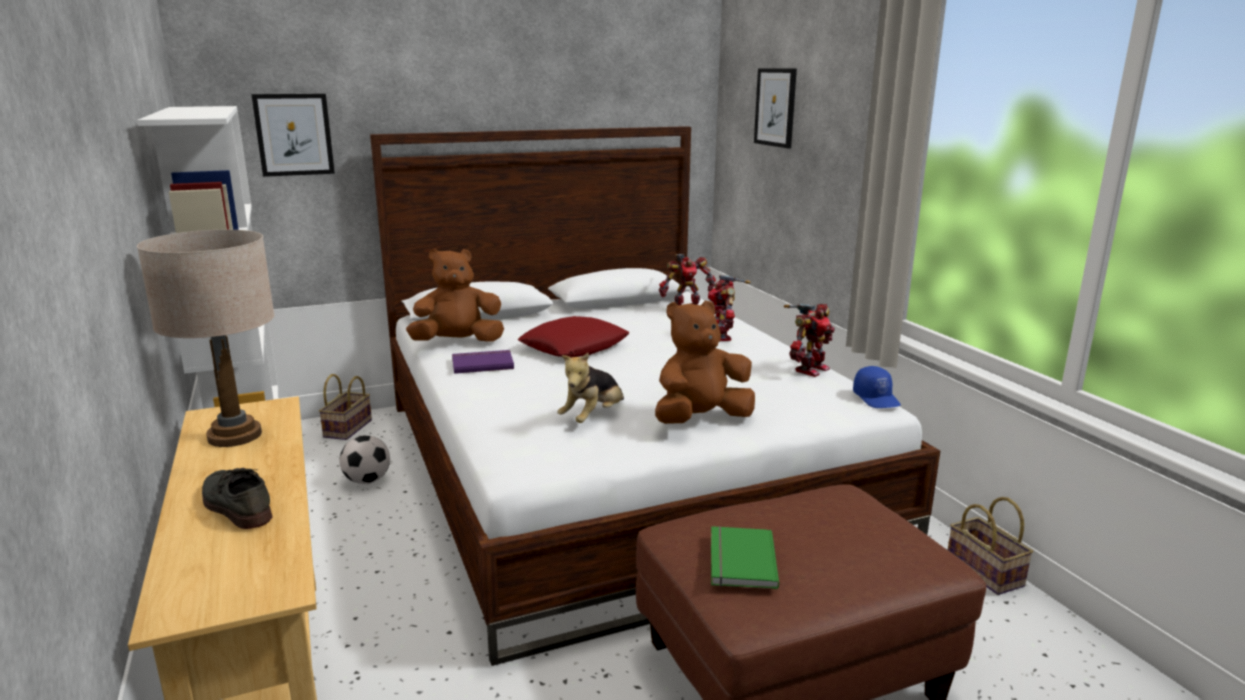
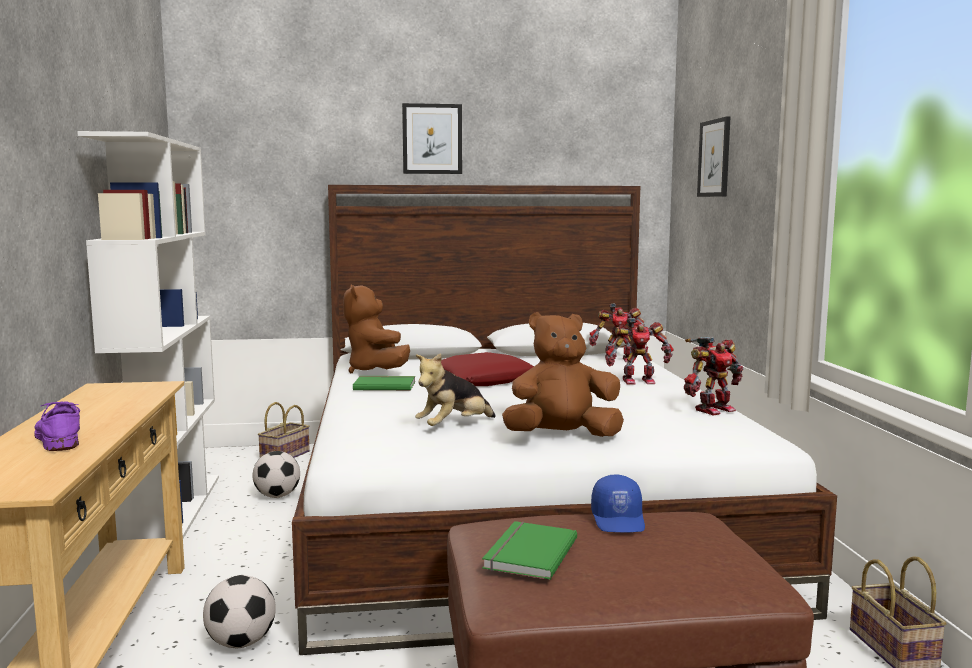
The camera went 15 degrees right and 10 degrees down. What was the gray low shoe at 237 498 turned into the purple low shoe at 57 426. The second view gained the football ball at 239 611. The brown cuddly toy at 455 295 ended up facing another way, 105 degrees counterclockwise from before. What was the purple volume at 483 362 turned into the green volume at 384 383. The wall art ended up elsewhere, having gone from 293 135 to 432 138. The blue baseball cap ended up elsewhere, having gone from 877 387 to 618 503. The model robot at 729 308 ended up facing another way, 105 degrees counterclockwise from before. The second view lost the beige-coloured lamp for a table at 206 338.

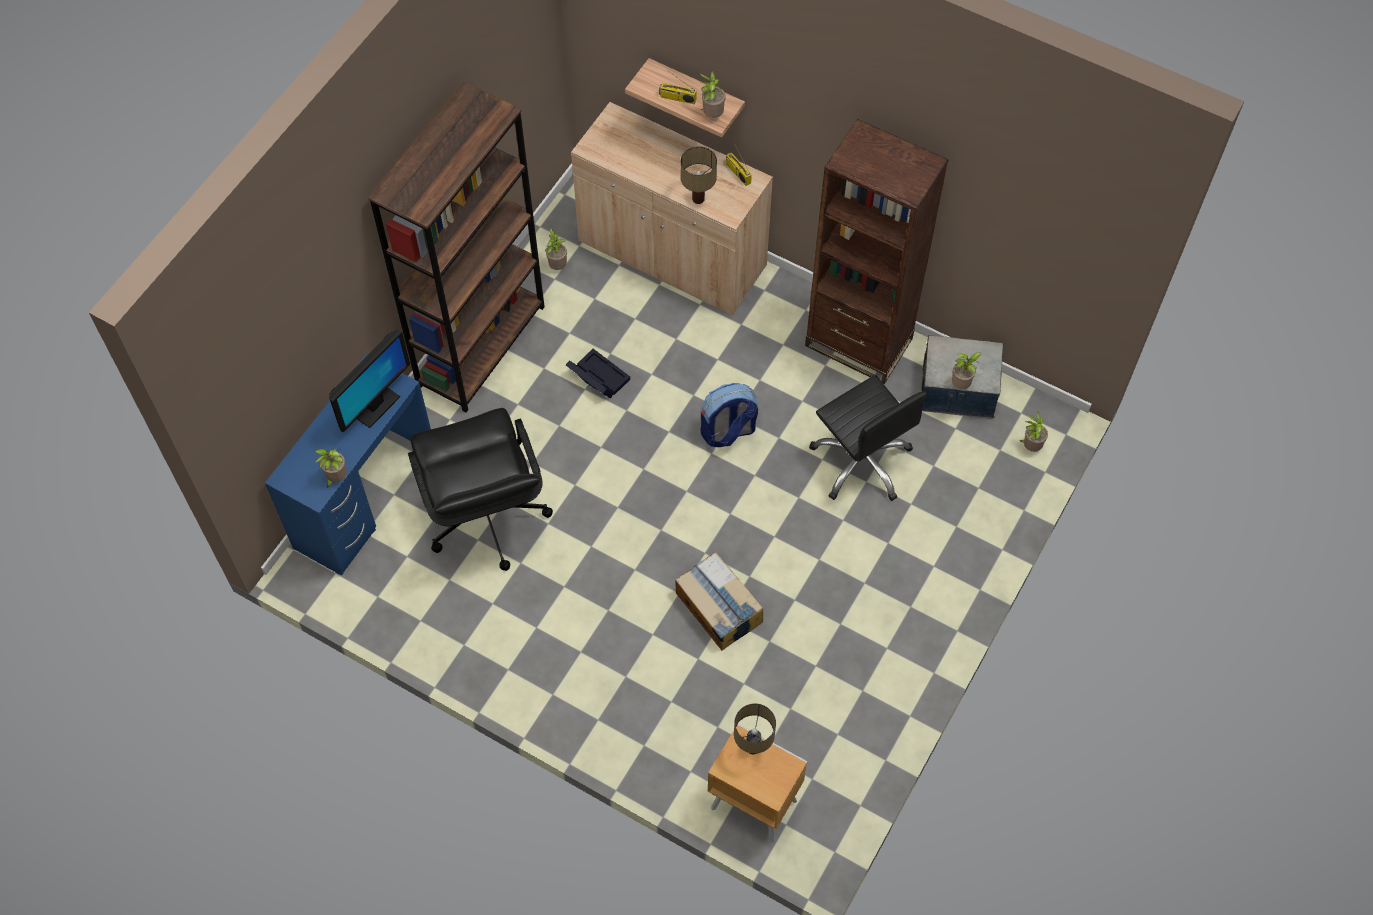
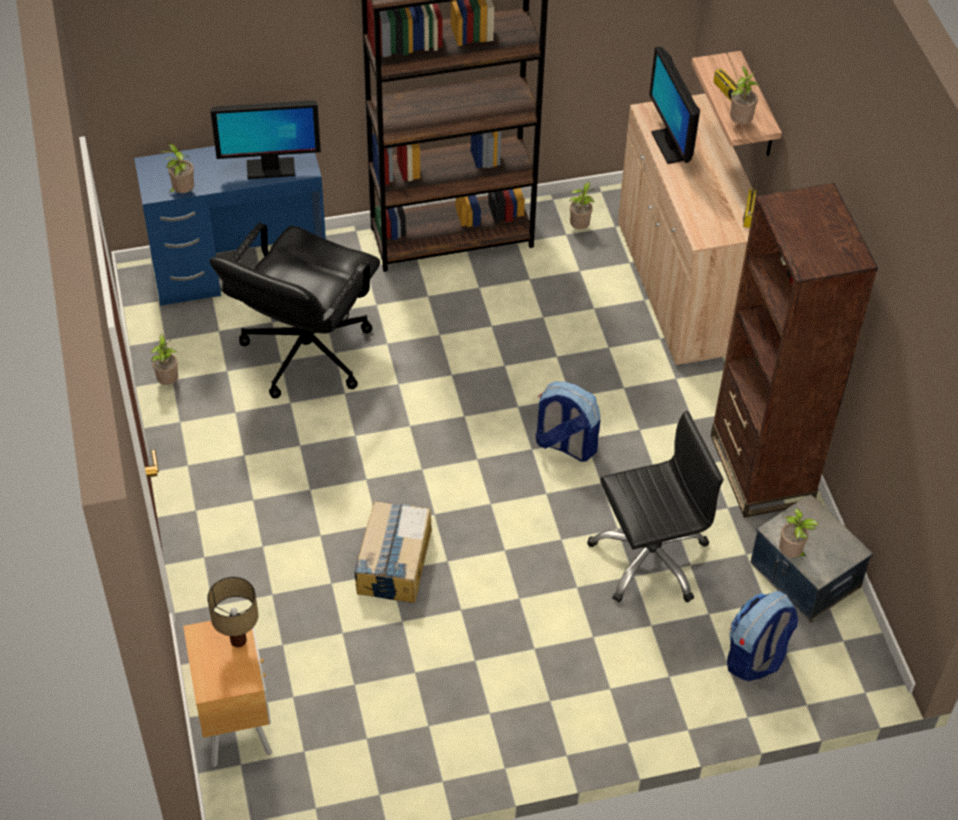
The camera went 45 degrees right and 10 degrees down. The potted plant ended up elsewhere, having gone from 1034 432 to 164 359. The black computer chair at 868 438 ended up facing another way, 120 degrees counterclockwise from before. The second view gained the monitor at 674 105. The second view gained the knapsack at 762 636. The second view lost the black storage box at 598 373. The second view lost the lamp for a table at 699 175.

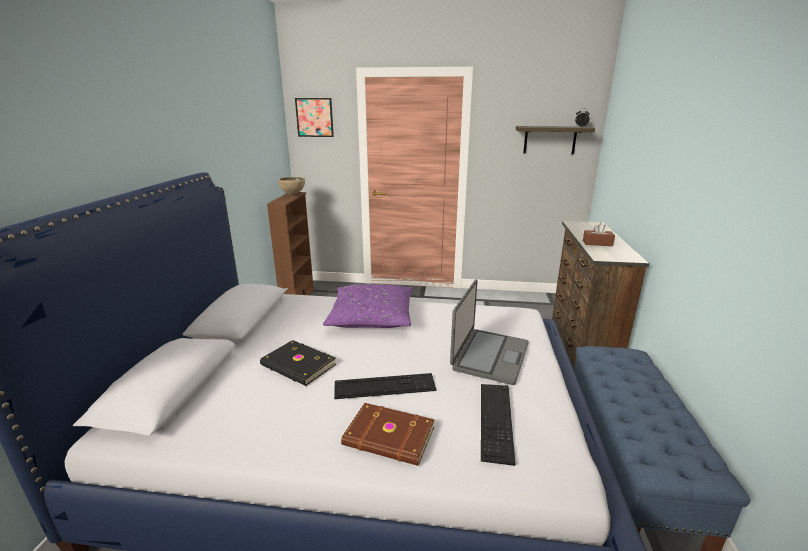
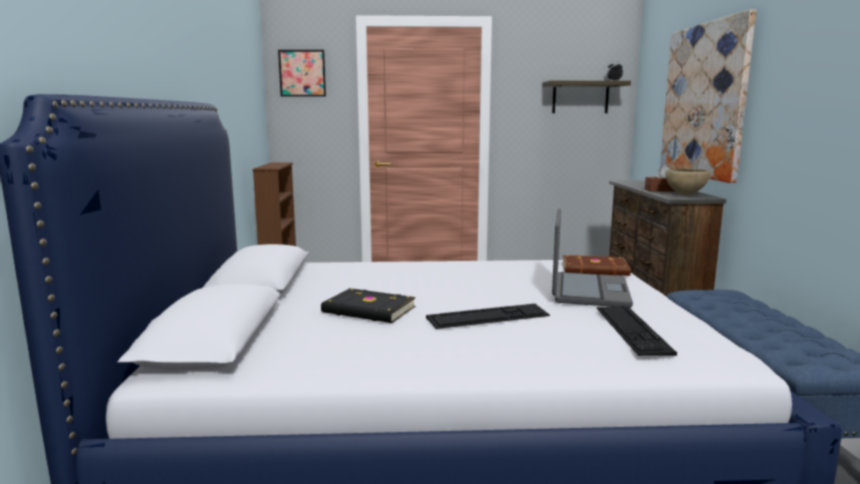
The camera went 10 degrees left and 10 degrees down. The brown volume ended up elsewhere, having gone from 388 434 to 596 265. The second view gained the wall art at 708 96. The brown deep dish ended up elsewhere, having gone from 291 186 to 687 182. The second view lost the purple throw pillow at 368 306.

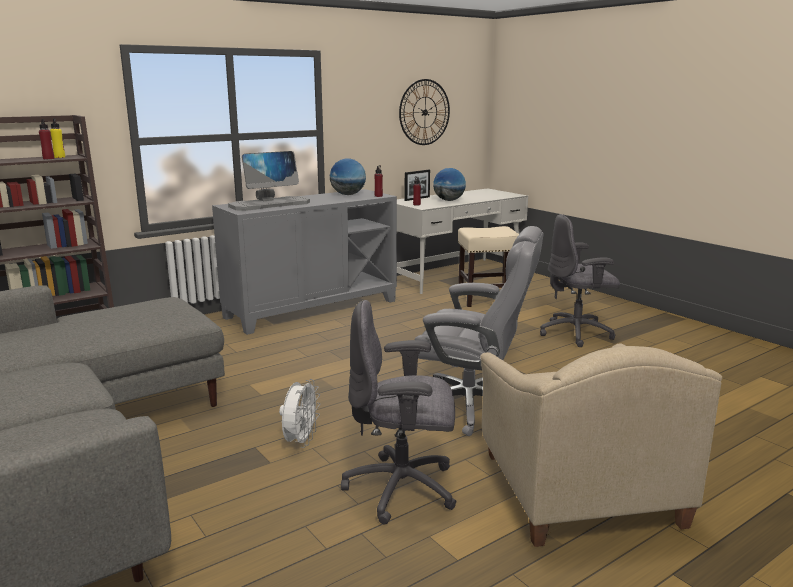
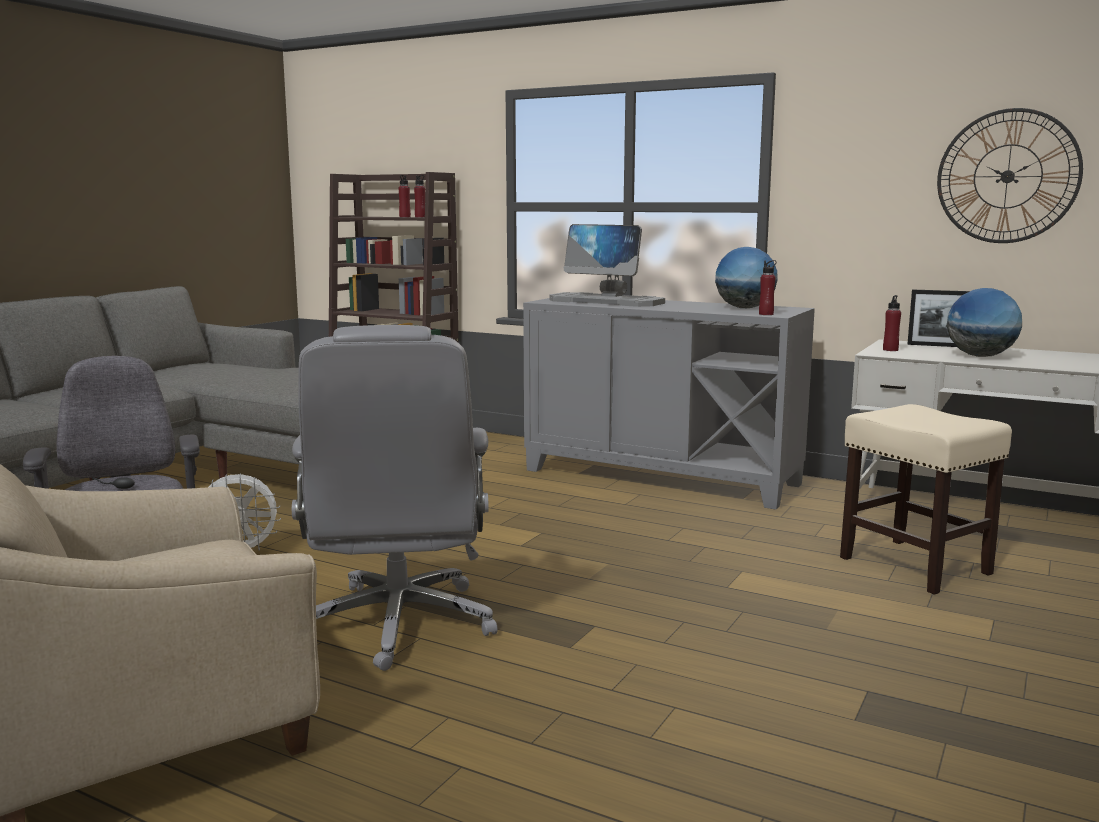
The camera went 65 degrees right and 5 degrees down. What was the yellowish bottle at 57 138 turned into the red bottle at 419 196. The second view lost the gray computer chair at 580 280.

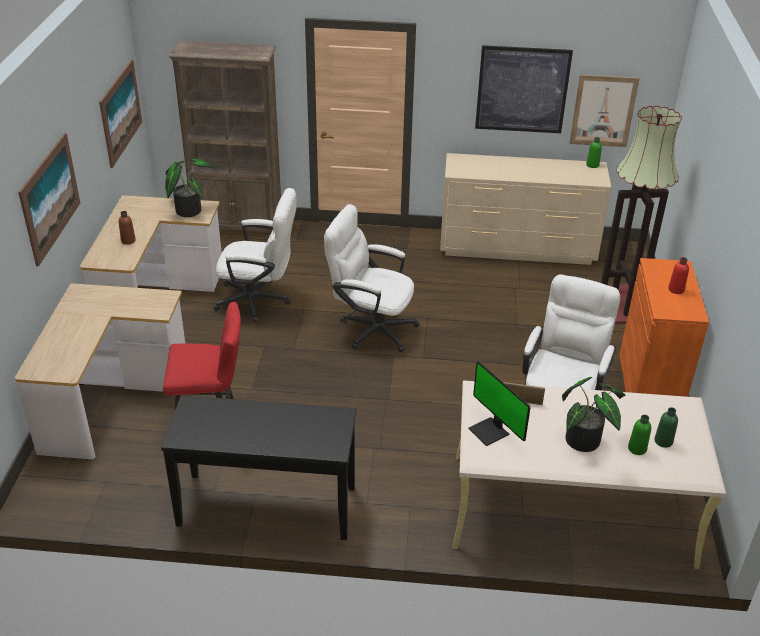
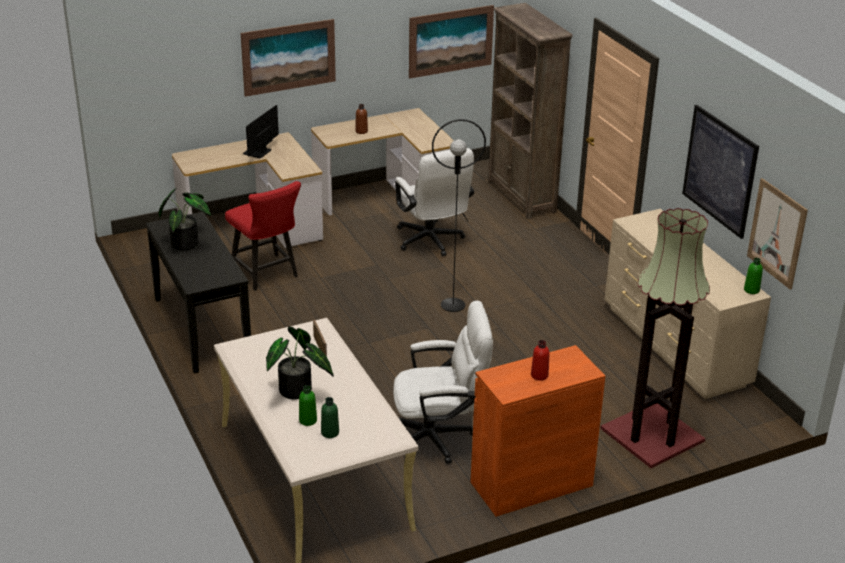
The camera went 60 degrees right and 5 degrees down. The potted plant ended up elsewhere, having gone from 190 188 to 184 219. The monitor ended up elsewhere, having gone from 499 403 to 261 132. Where the white-coloured computer chair stood at 371 278, the black floor lamp came to stand at 459 215.

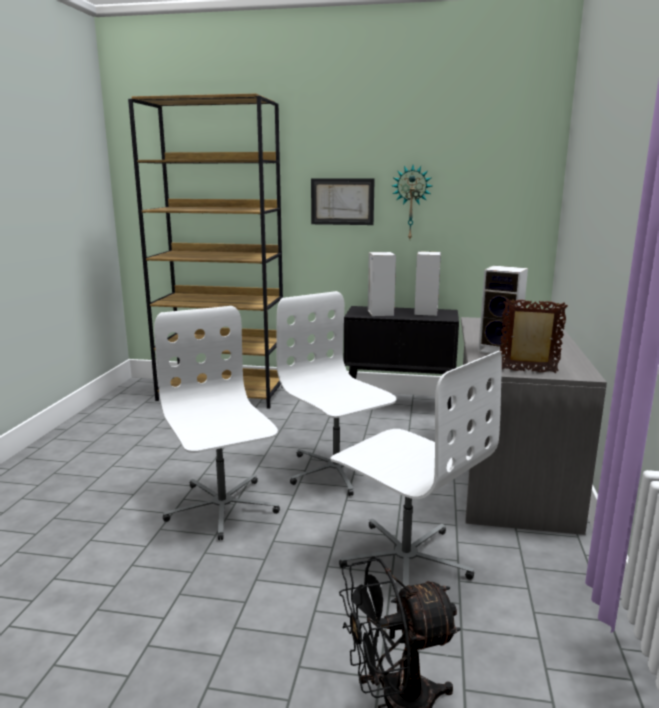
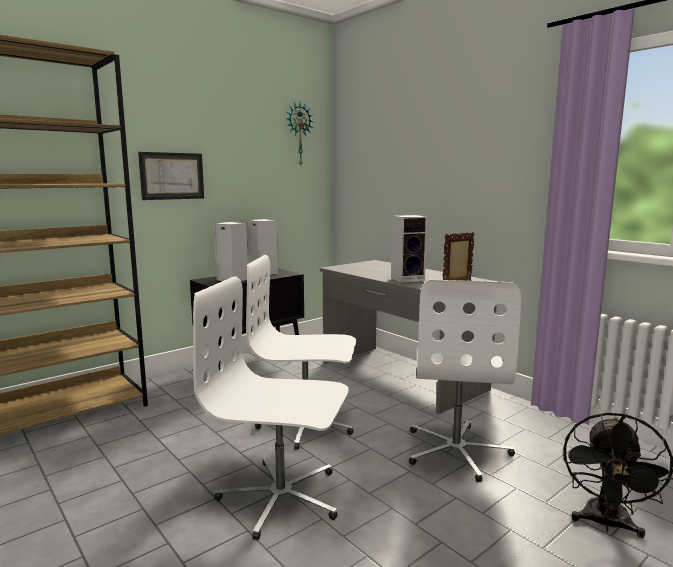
The camera went 50 degrees left and 5 degrees down. The hanging clock ended up elsewhere, having gone from 412 202 to 299 133. The white-coloured computer chair at 416 469 ended up facing another way, 105 degrees clockwise from before.

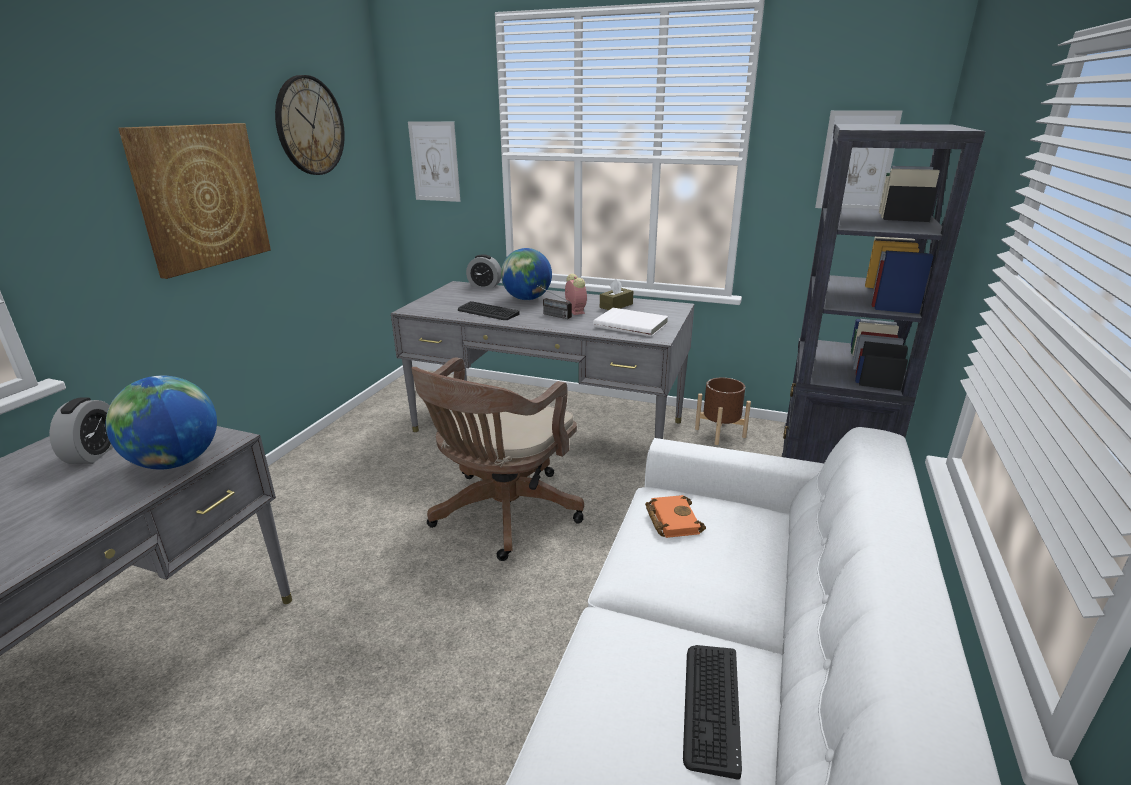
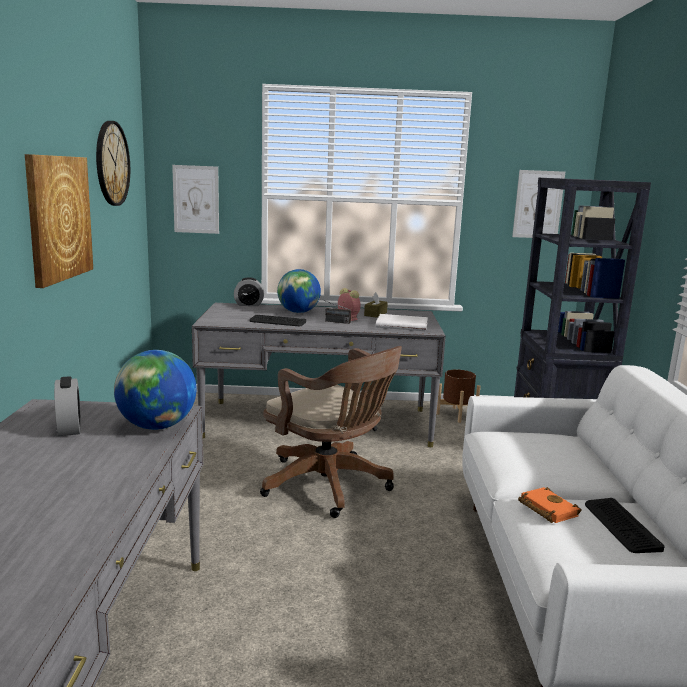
The camera went 20 degrees left and 10 degrees down. The brown computer chair at 497 459 ended up facing another way, 60 degrees counterclockwise from before. The orange volume ended up elsewhere, having gone from 675 516 to 550 505.

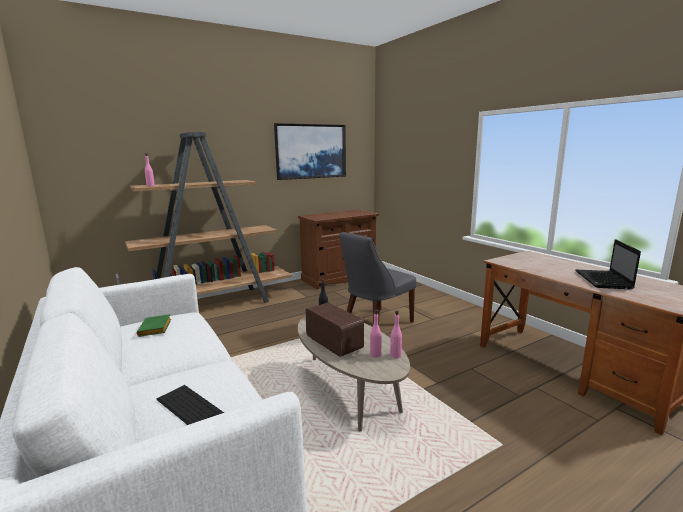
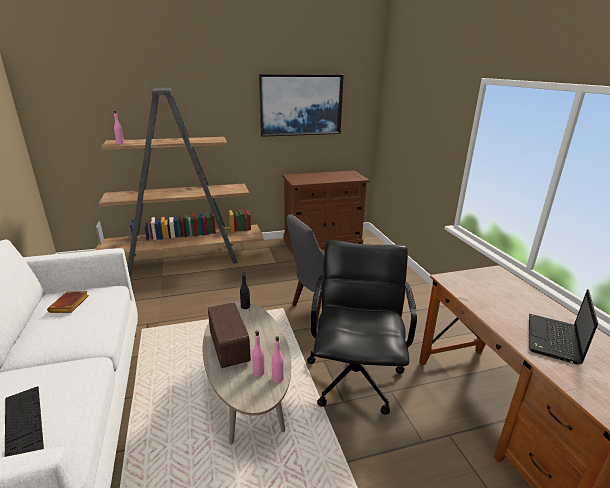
The camera went 15 degrees right and 10 degrees up. What was the green volume at 153 325 turned into the brown volume at 68 302. The second view gained the black computer chair at 362 327.

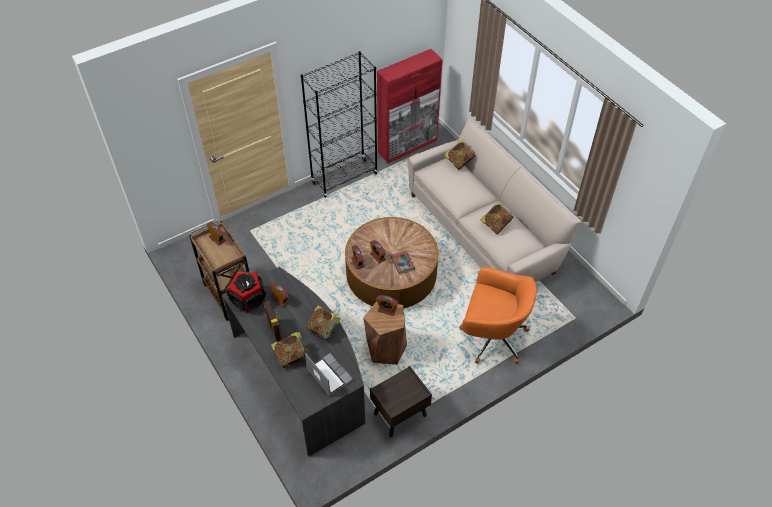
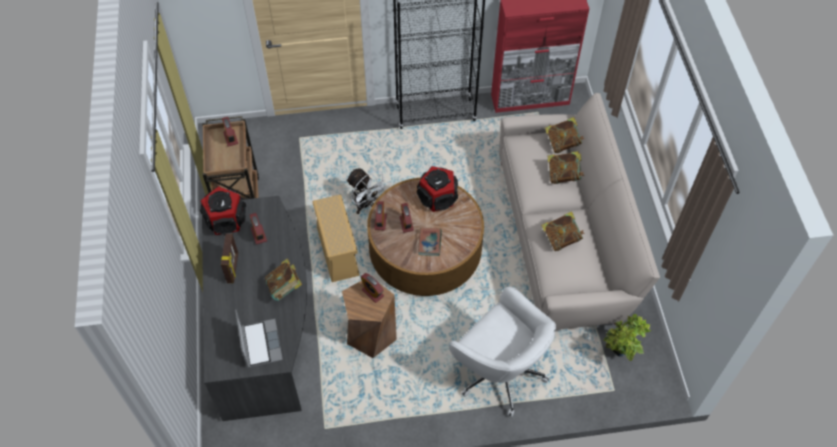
The camera went 25 degrees right and 5 degrees up. The second view gained the beige-coloured storage box at 336 238. The second view gained the white-coloured fan at 367 191. The second view gained the loudspeaker at 437 189. What was the orange computer chair at 498 315 turned into the white-coloured computer chair at 502 351. The volume ended up elsewhere, having gone from 290 350 to 566 167. The second view gained the potted plant at 627 337. The second view lost the brown night table at 401 401.

